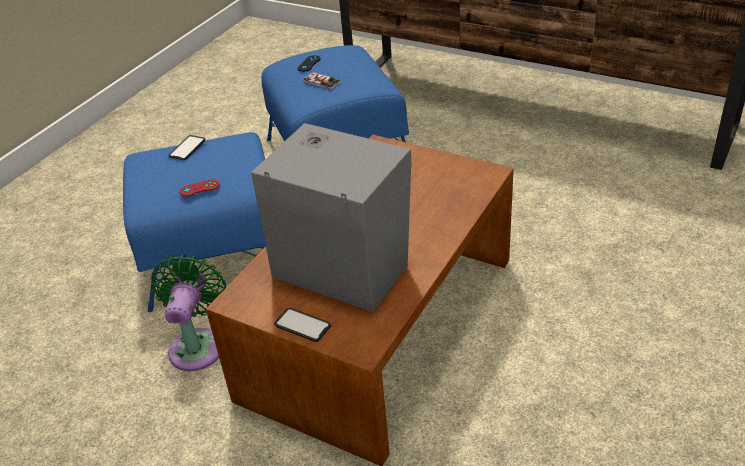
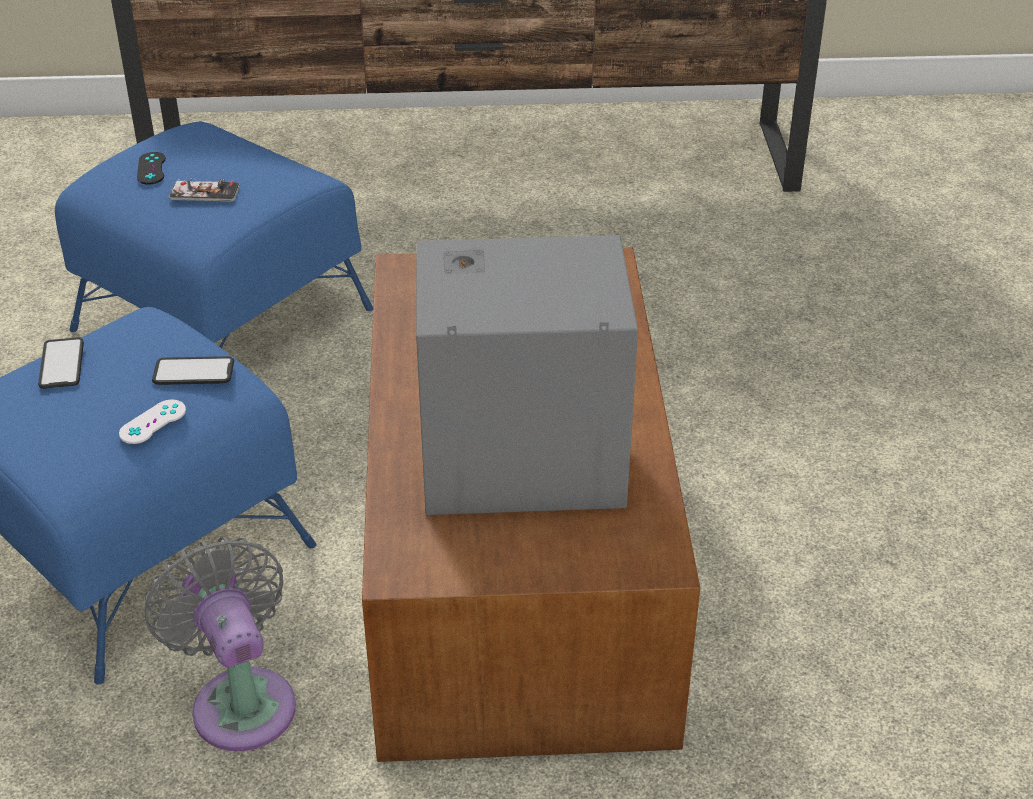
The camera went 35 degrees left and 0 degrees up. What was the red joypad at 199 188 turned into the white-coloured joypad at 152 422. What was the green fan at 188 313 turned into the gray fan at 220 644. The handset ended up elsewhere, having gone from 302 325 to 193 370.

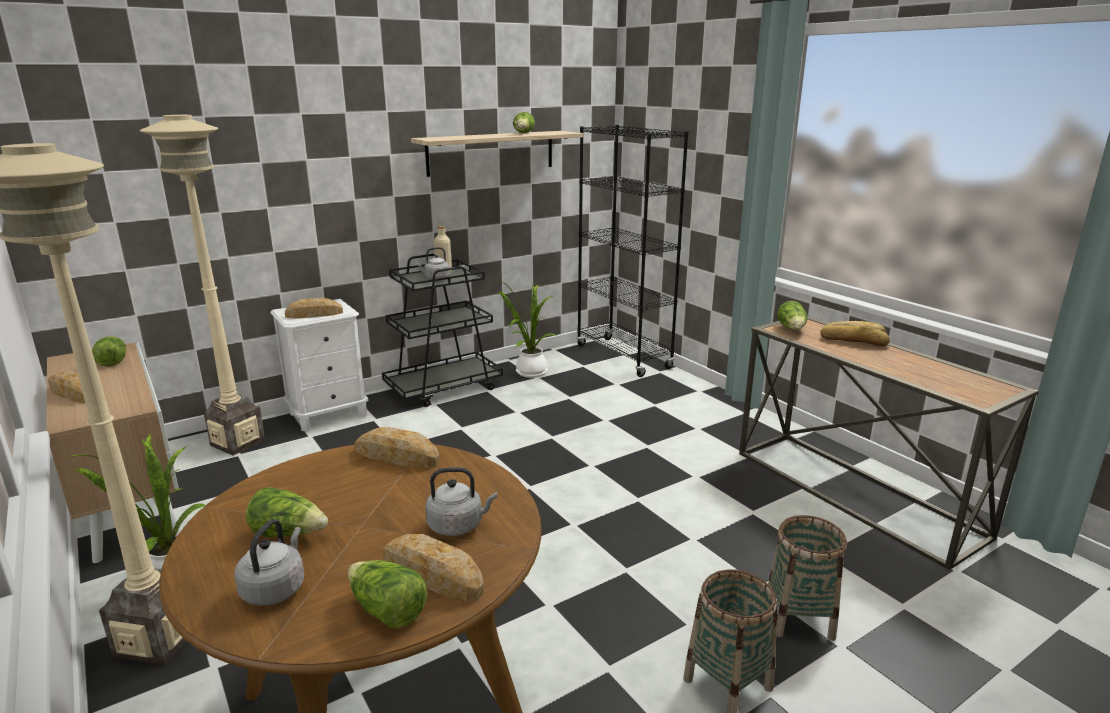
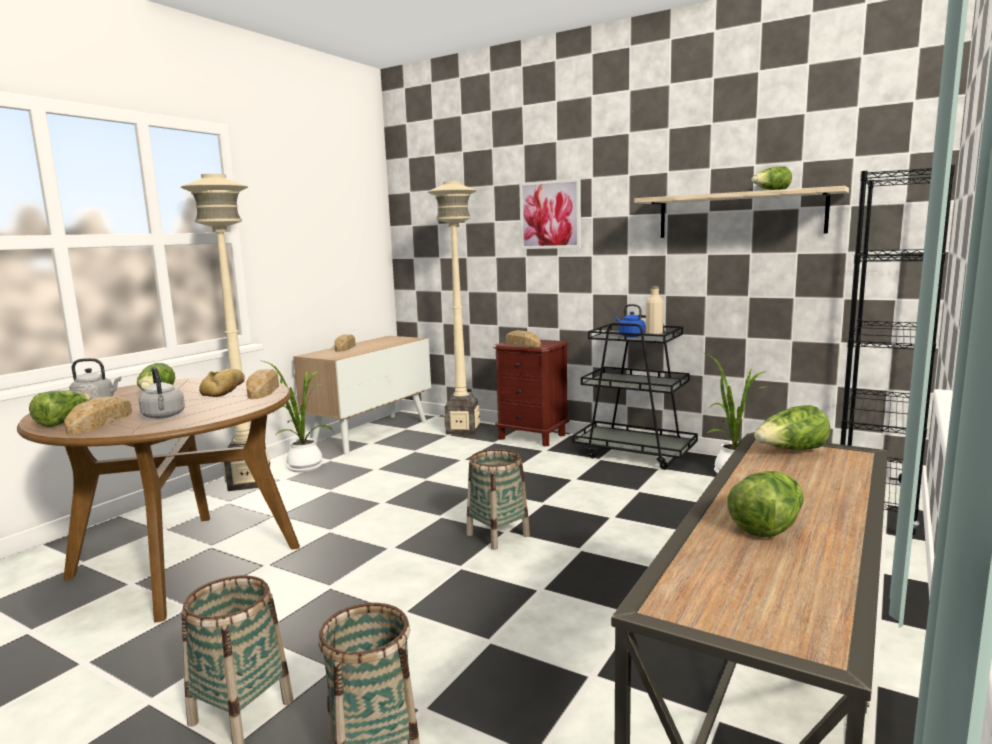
The camera went 65 degrees right and 10 degrees down. The baked bread ended up elsewhere, having gone from 855 334 to 222 382. The second view gained the household basket at 498 499. What was the white-coloured night table at 319 365 turned into the brown night table at 531 393. The second view gained the wall art at 550 213. What was the gray kettle at 433 263 turned into the blue kettle at 630 320. The head of lettuce ended up elsewhere, having gone from 109 351 to 765 504.

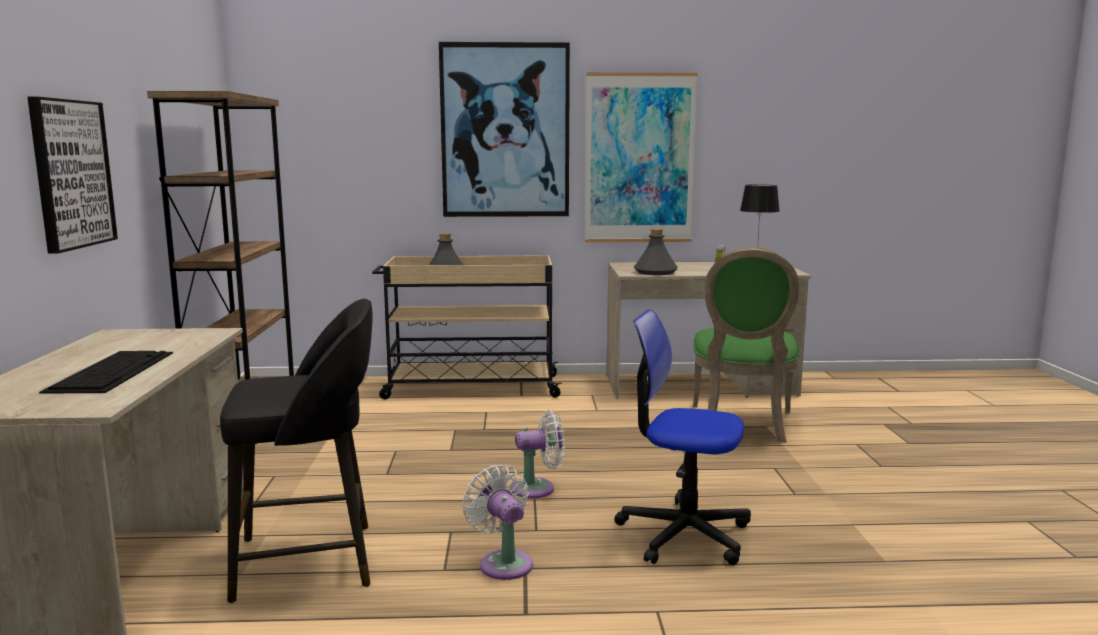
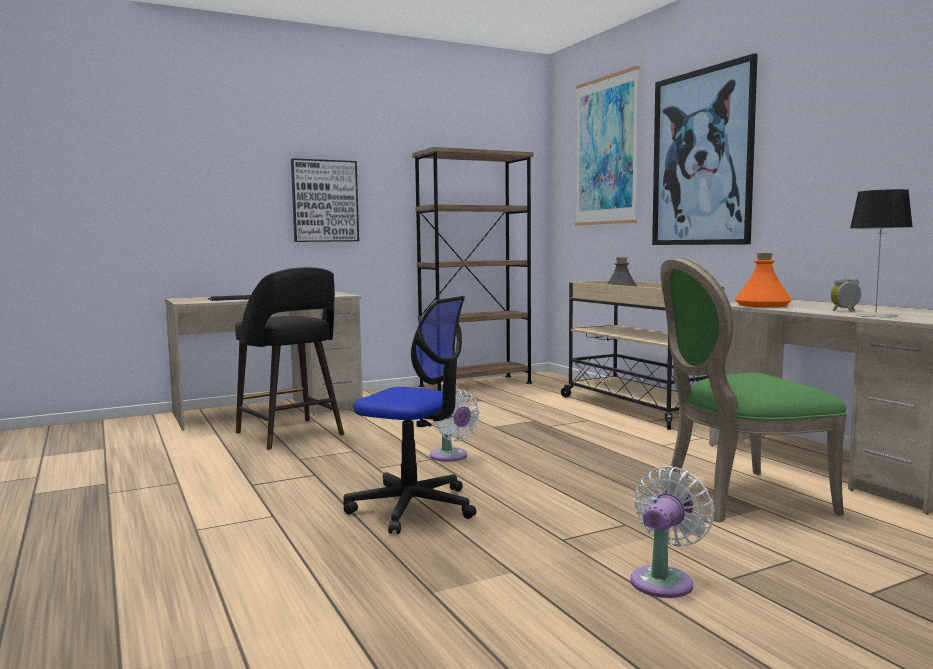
The camera went 65 degrees right and 5 degrees down. The computer chair at 682 437 ended up facing another way, 120 degrees clockwise from before. The wall art ended up elsewhere, having gone from 641 157 to 607 145. The white-coloured fan ended up elsewhere, having gone from 497 522 to 672 532. What was the gray bottle at 656 252 turned into the orange bottle at 763 280.

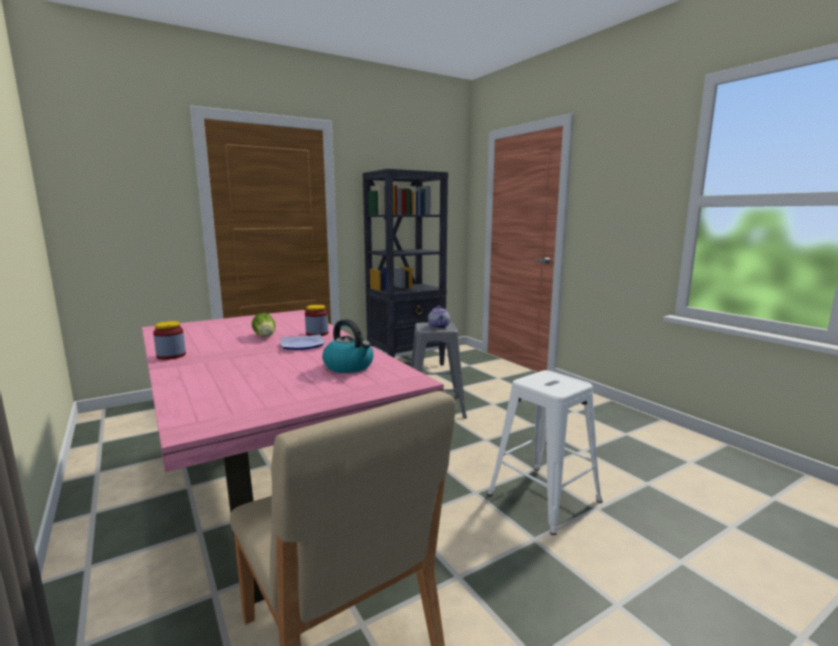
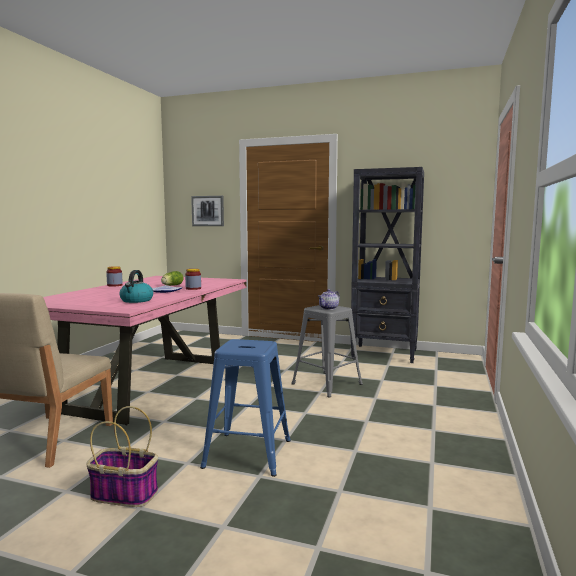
The camera went 50 degrees right and 5 degrees down. The second view gained the household basket at 122 456. The second view gained the wall art at 207 211. What was the white-coloured stool at 545 452 turned into the blue stool at 245 408.

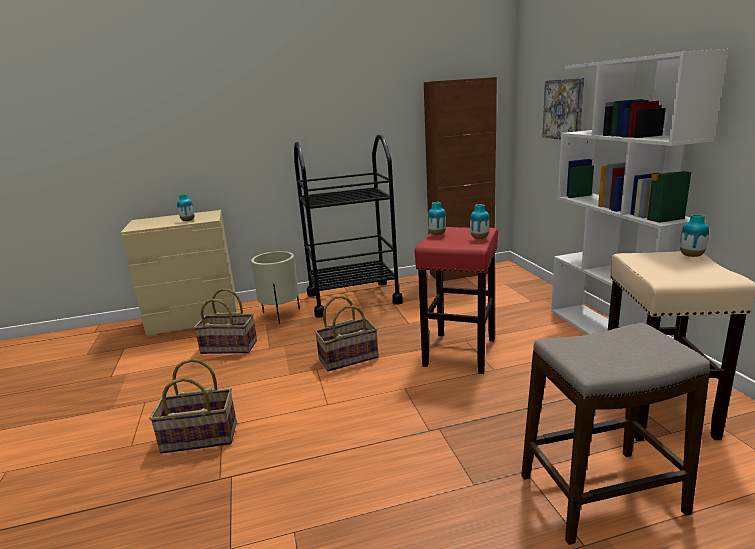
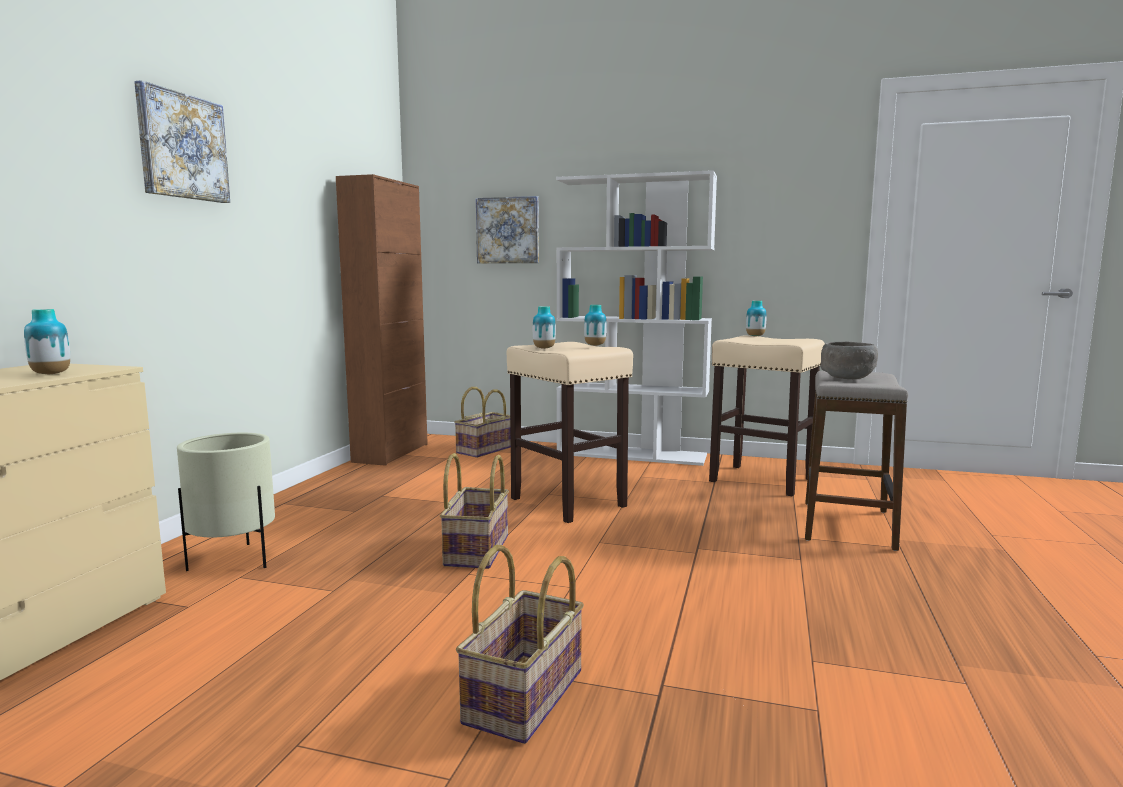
The camera went 60 degrees left and 10 degrees down. The second view gained the wall art at 182 141. The household basket ended up elsewhere, having gone from 225 321 to 482 422. What was the red stool at 456 300 turned into the beige-coloured stool at 569 432. The second view gained the gray deep dish at 849 360. The second view lost the black trolley at 348 226.

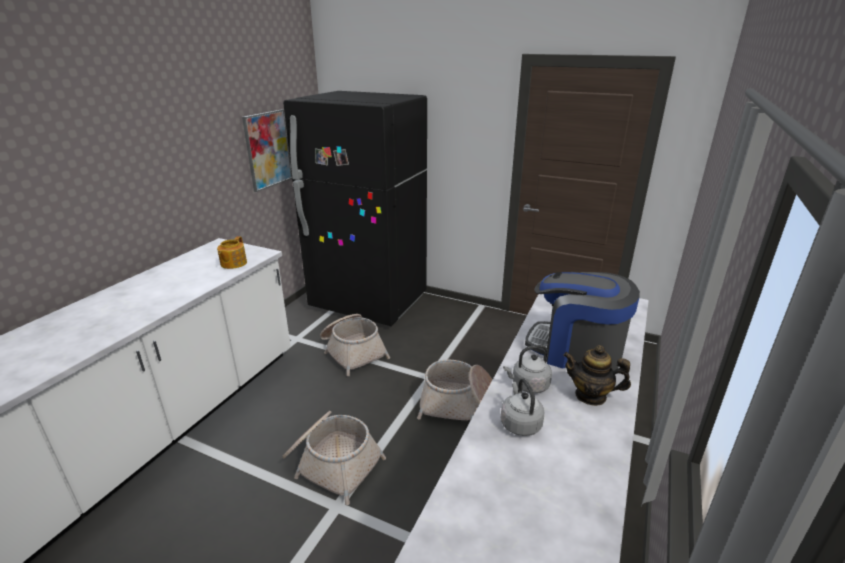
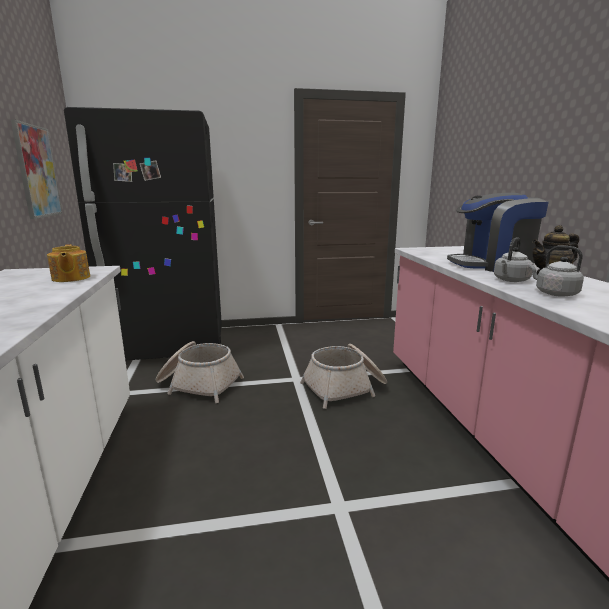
The camera went 35 degrees left and 10 degrees down. The second view lost the household basket at 334 458.

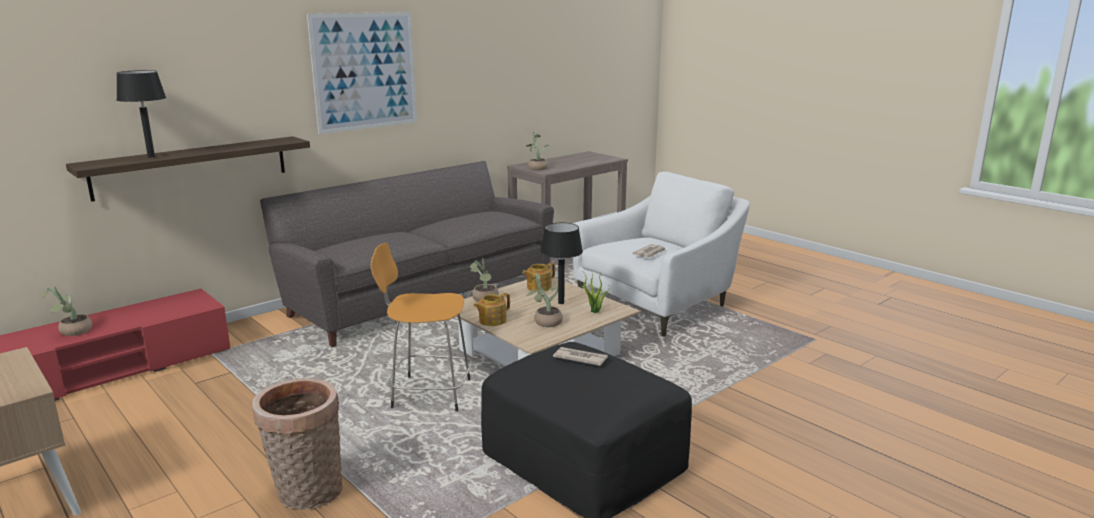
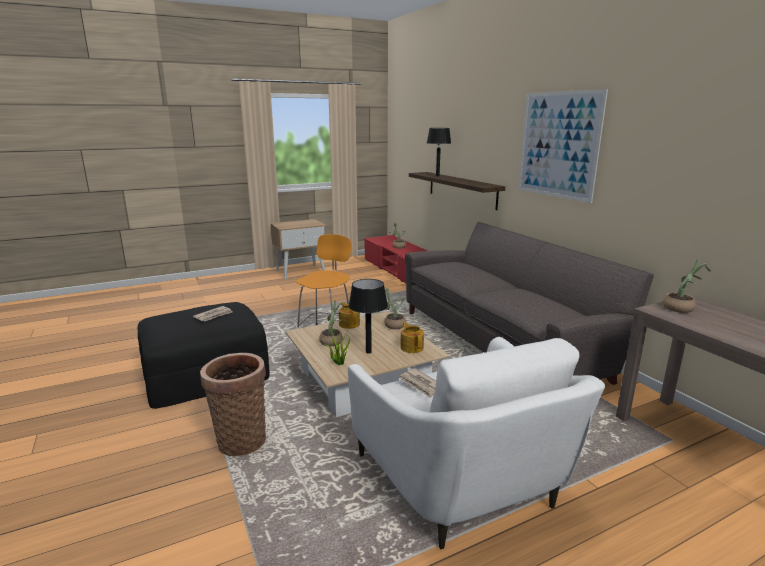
The camera went 105 degrees right and 0 degrees up. The household basket ended up elsewhere, having gone from 297 444 to 233 404.

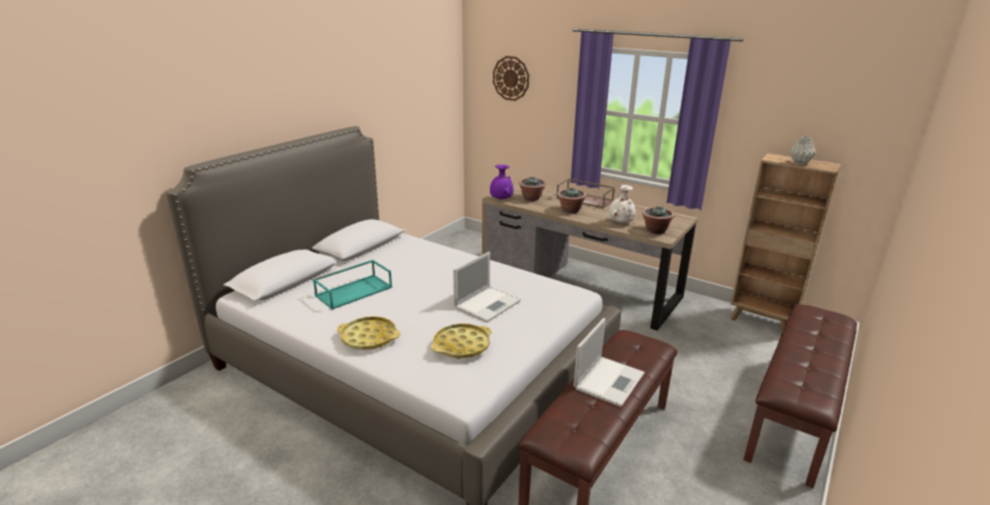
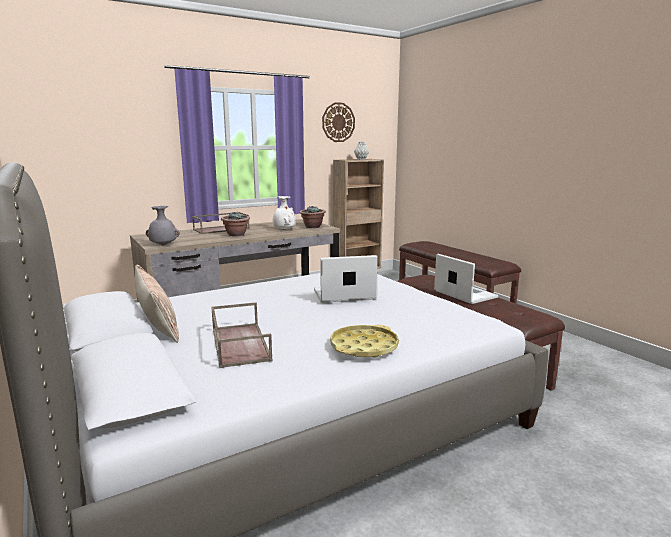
The camera went 65 degrees left and 10 degrees down. The second view gained the throw pillow at 157 304. What was the purple flower vase at 501 182 turned into the gray flower vase at 163 225. What was the turquoise-coloured carrying tray at 352 285 turned into the brown carrying tray at 242 335. The notebook computer at 487 287 ended up facing another way, 75 degrees counterclockwise from before. The hanging clock ended up elsewhere, having gone from 511 78 to 338 122. The second view lost the yellowish carrying tray at 461 341. The second view lost the potted plant at 532 189.

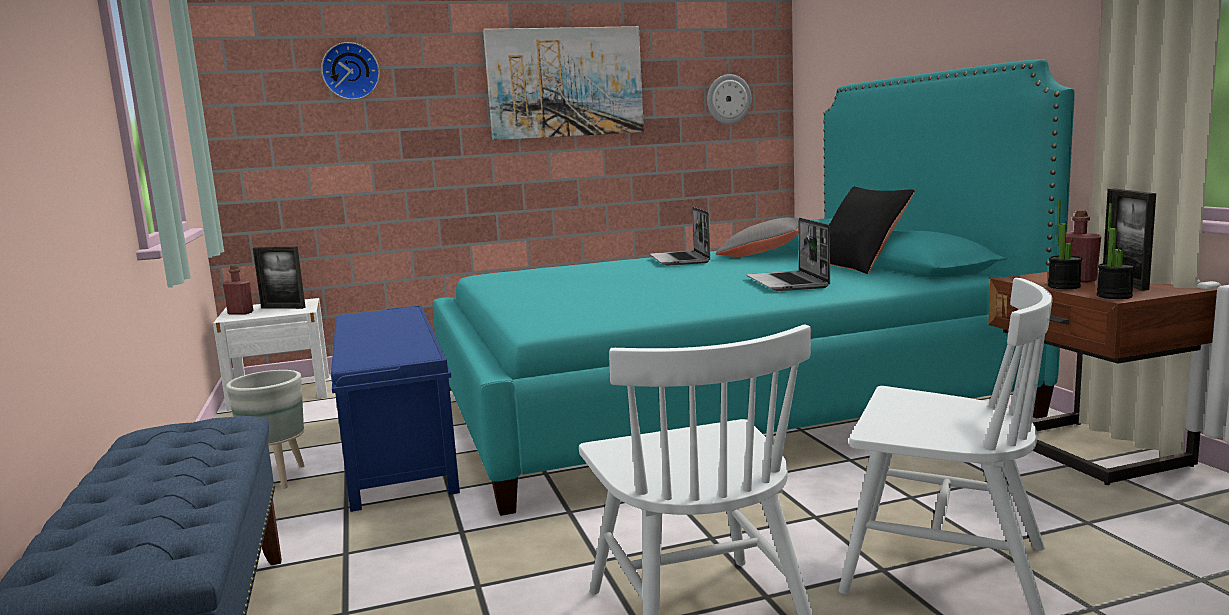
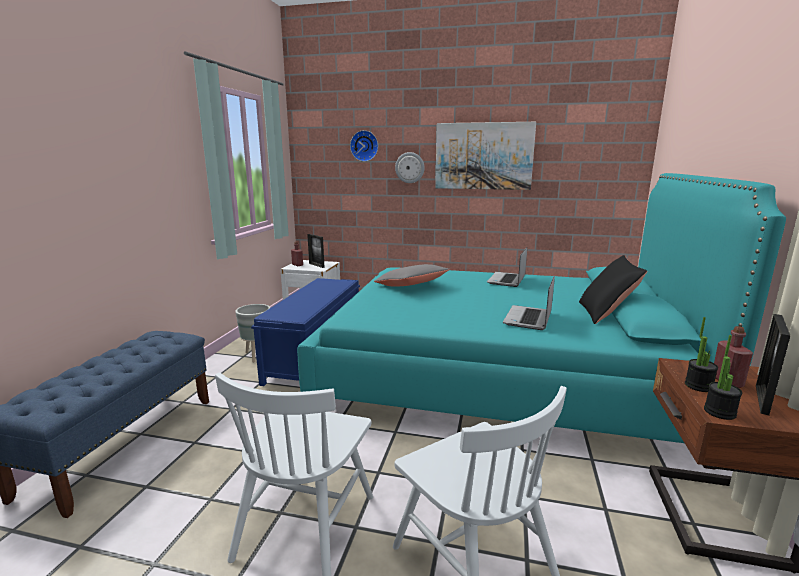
The camera went 30 degrees right and 5 degrees up. The gray throw pillow ended up elsewhere, having gone from 757 237 to 412 275. The hanging clock ended up elsewhere, having gone from 729 99 to 410 167.

